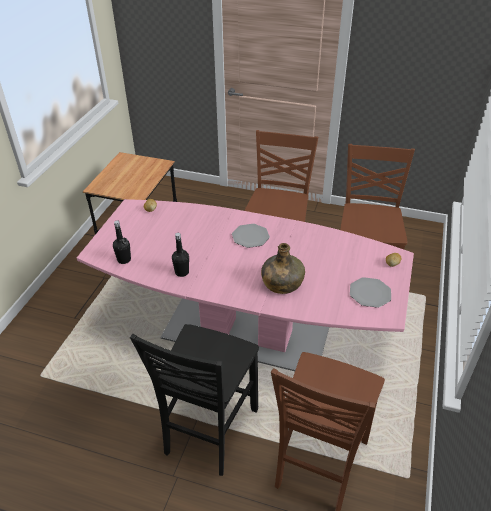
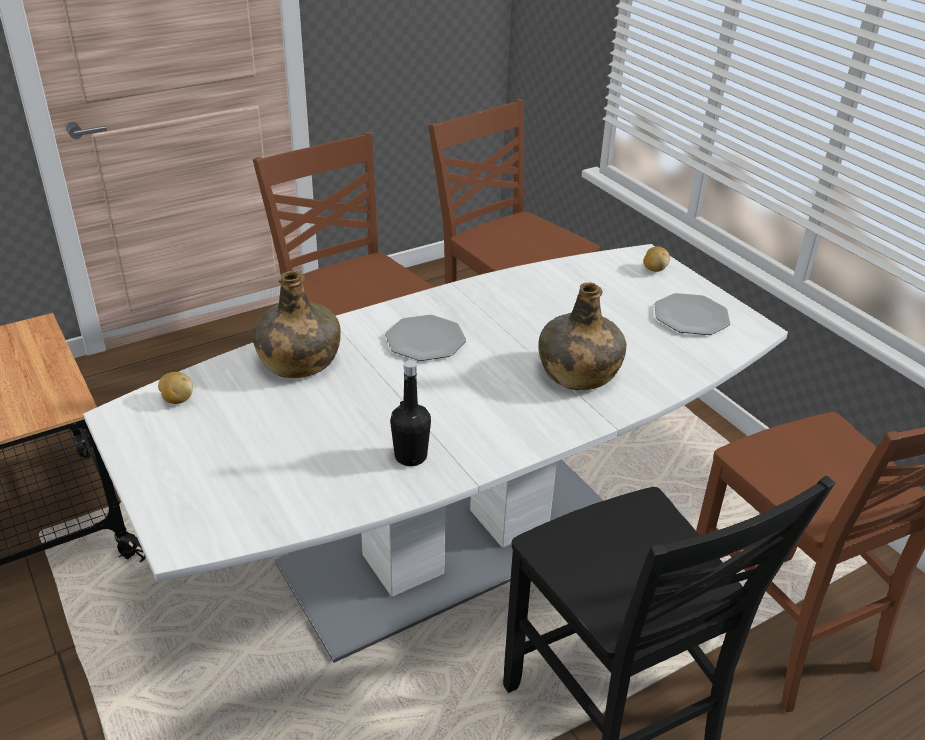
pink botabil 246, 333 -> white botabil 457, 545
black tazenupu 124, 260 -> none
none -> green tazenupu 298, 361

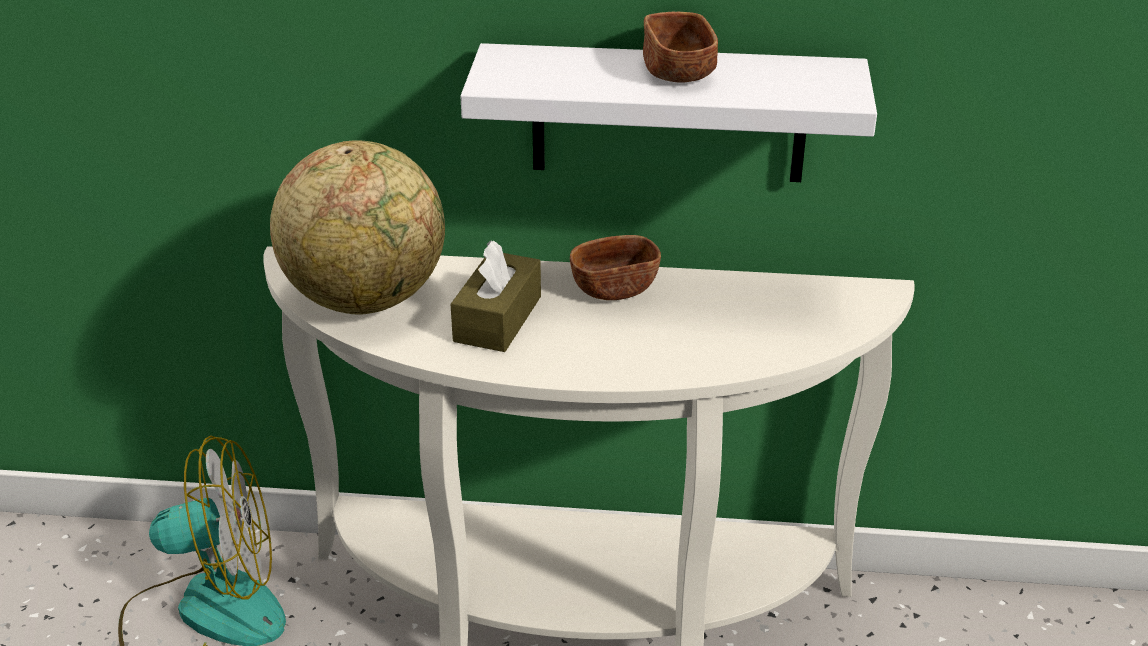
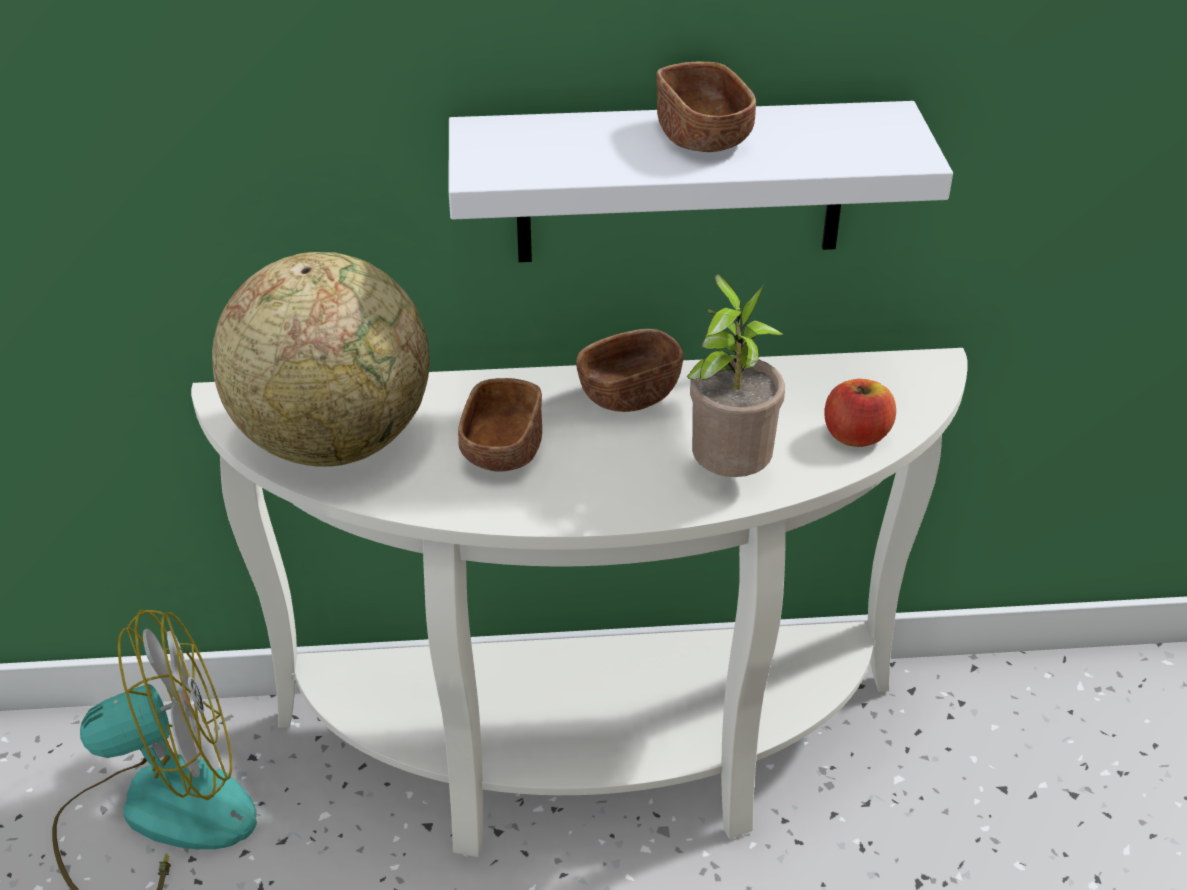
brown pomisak 497, 319 -> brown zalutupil 502, 450
none -> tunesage 728, 474
none -> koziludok 856, 435

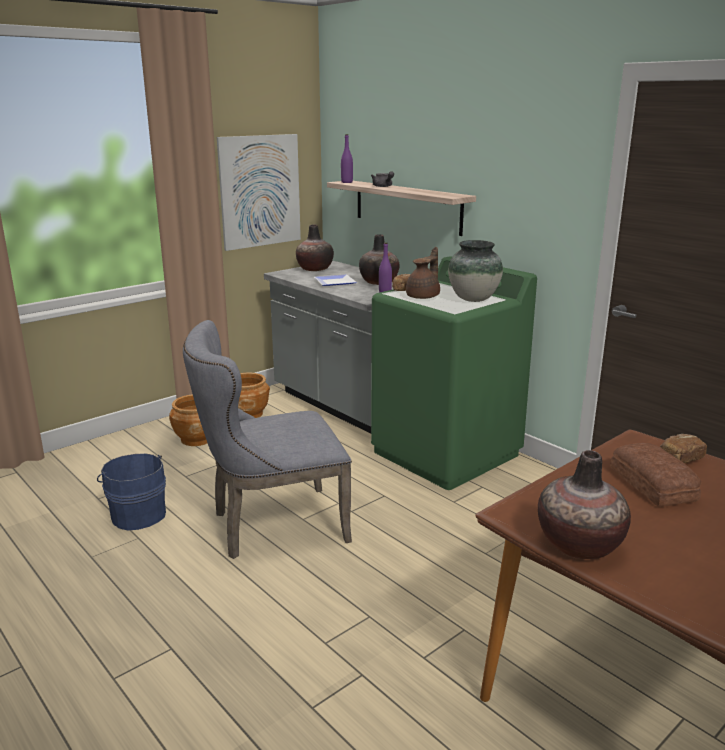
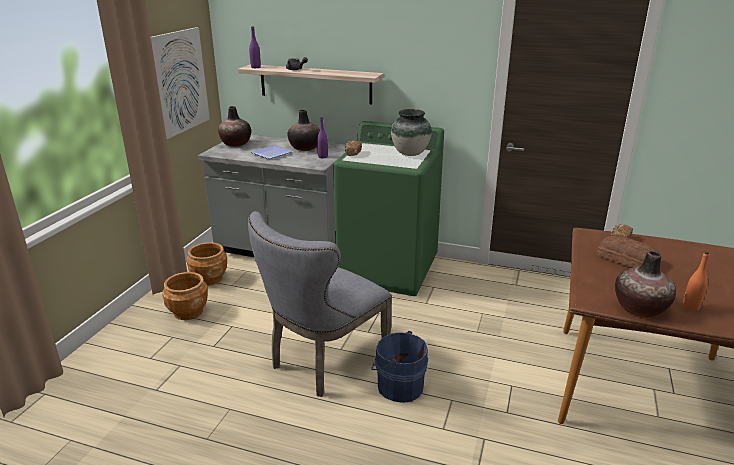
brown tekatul 424, 296 -> none
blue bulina 138, 514 -> blue bulina 398, 385, shifted
none -> orange tazenupu 690, 307

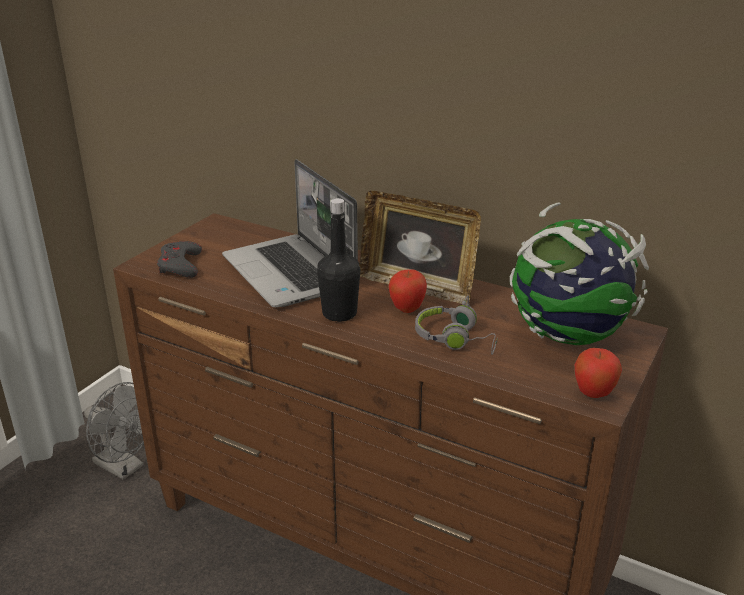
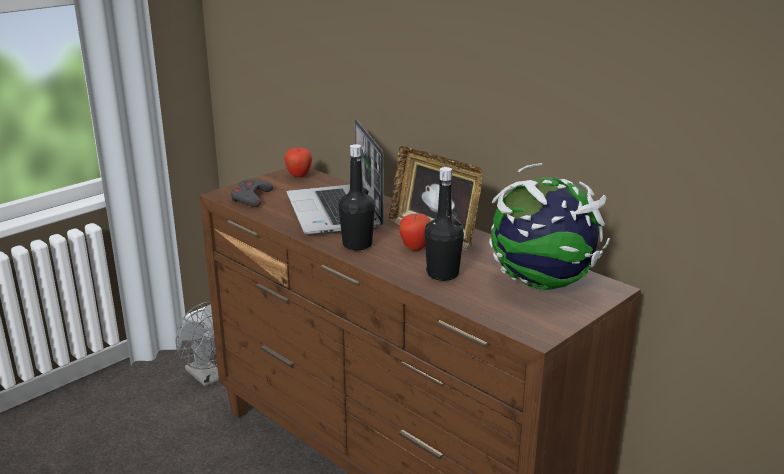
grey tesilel 456, 339 -> black tazenupu 442, 274
koziludok 593, 394 -> koziludok 299, 176, shifted

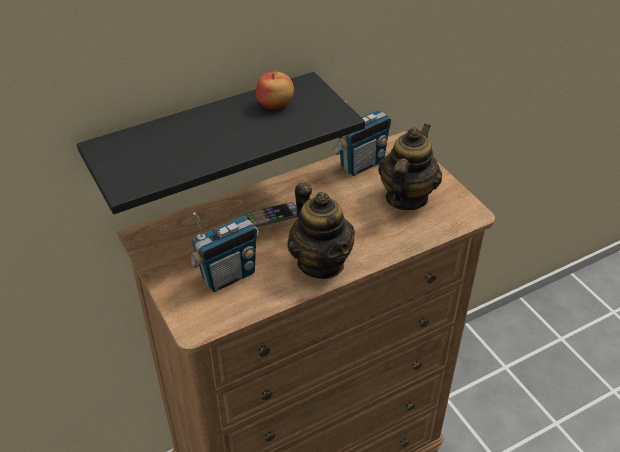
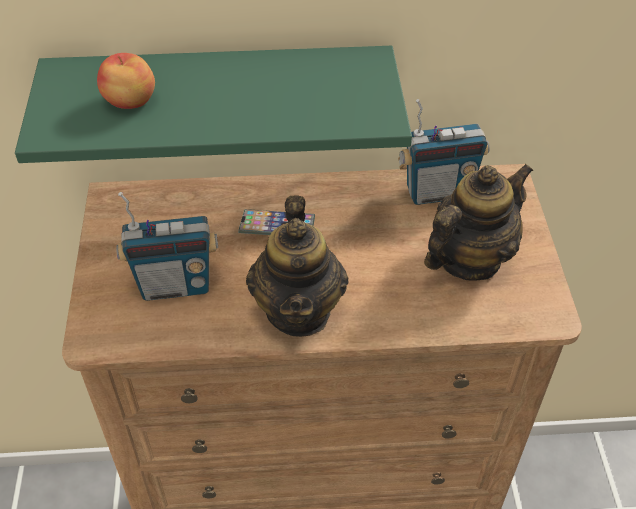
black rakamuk 206, 140 -> green rakamuk 222, 100
koziludok 275, 104 -> koziludok 130, 101, shifted

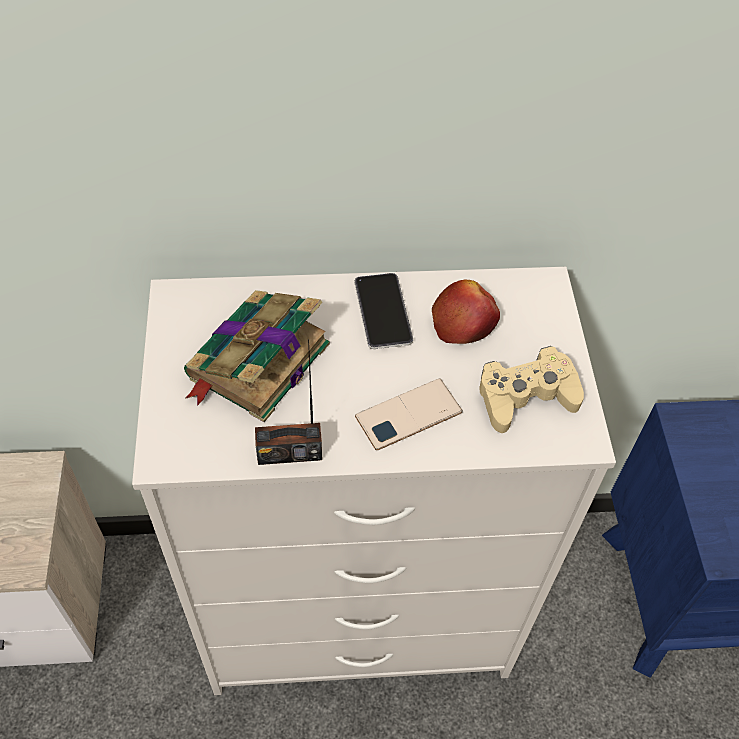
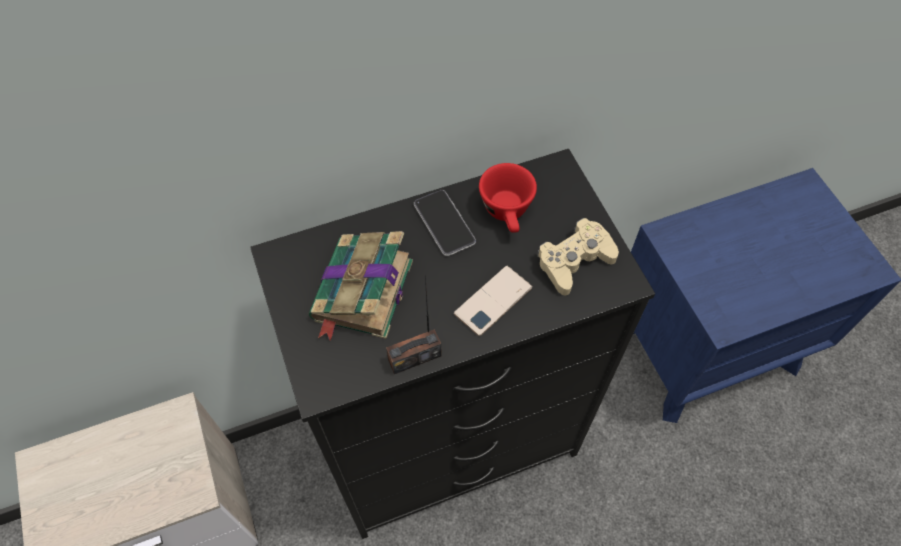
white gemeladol 360, 607 -> black gemeladol 451, 436
koziludok 463, 320 -> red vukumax 508, 213

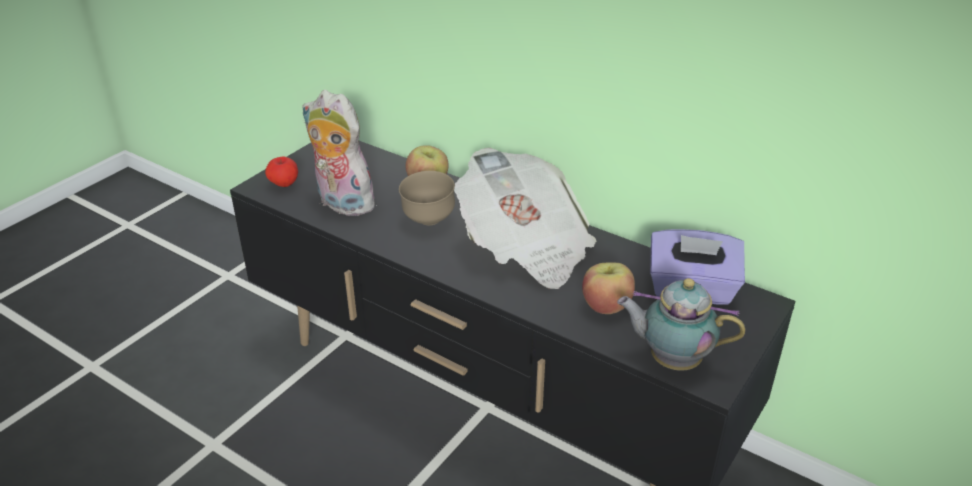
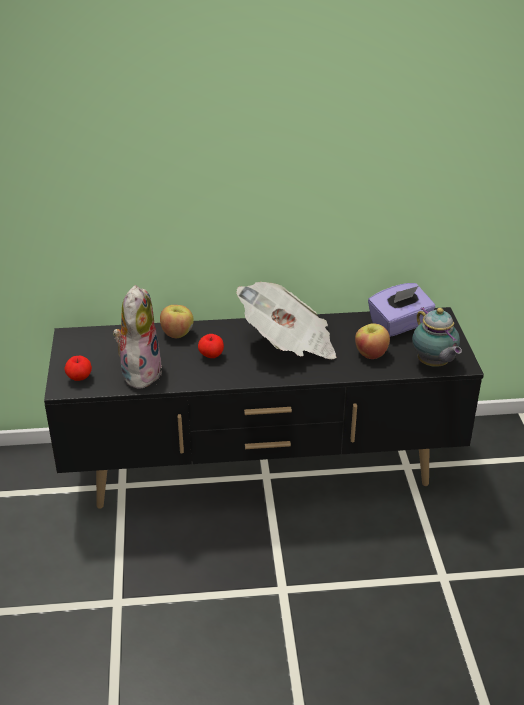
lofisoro 341, 204 -> lofisoro 139, 372, 105 degrees clockwise
brown zalutupil 428, 221 -> koziludok 211, 356
tekatul 671, 360 -> tekatul 433, 364, 90 degrees counterclockwise

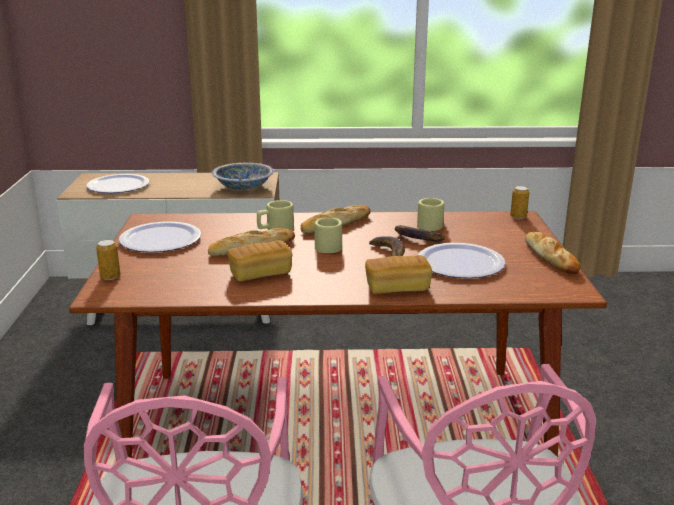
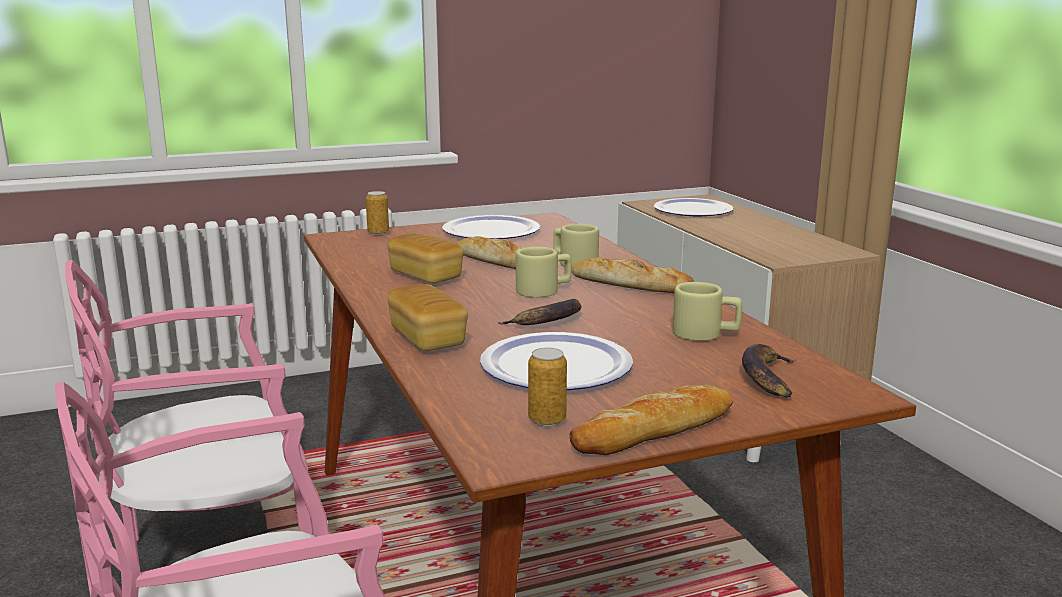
zalutupil 243, 187 -> none
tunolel 518, 217 -> tunolel 547, 420, shifted
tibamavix 416, 238 -> tibamavix 768, 378, shifted

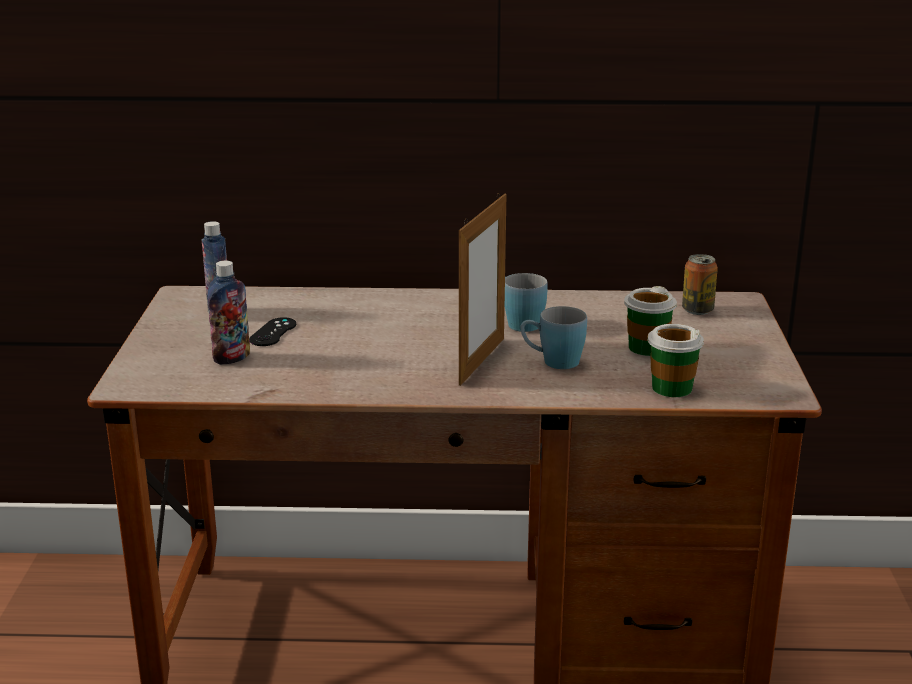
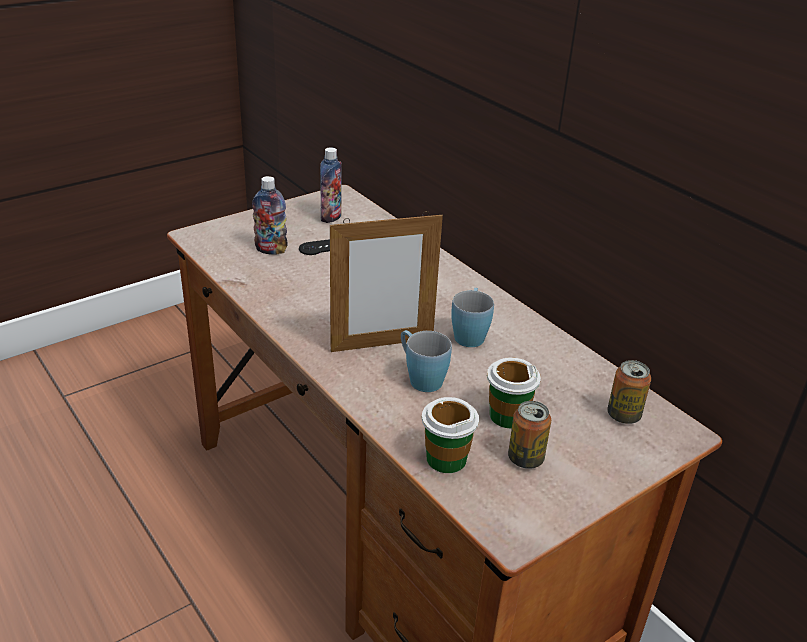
none -> tunolel 525, 458

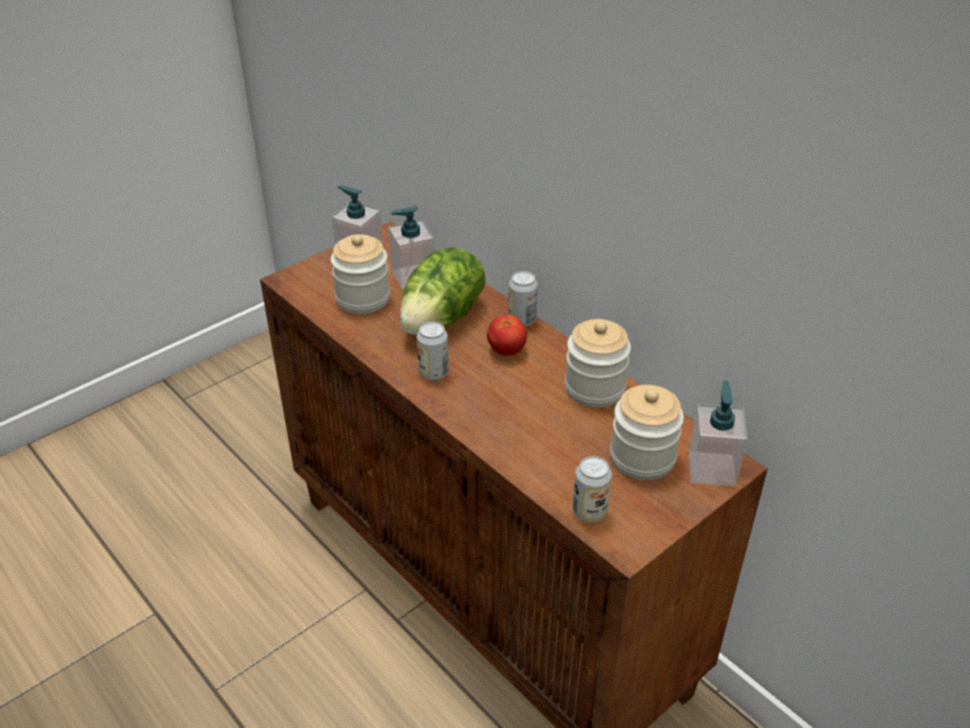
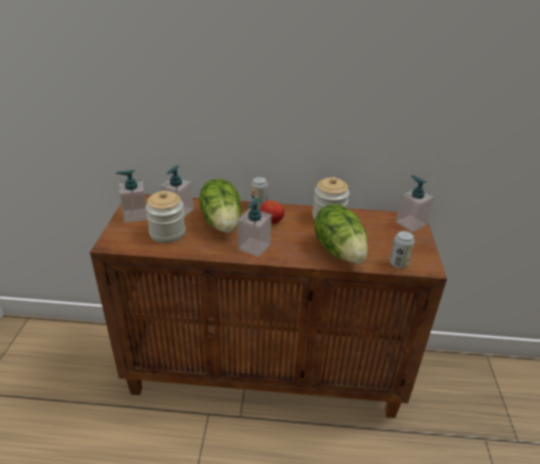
tunolel 433, 373 -> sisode 254, 247
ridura 642, 457 -> none
none -> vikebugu 339, 250

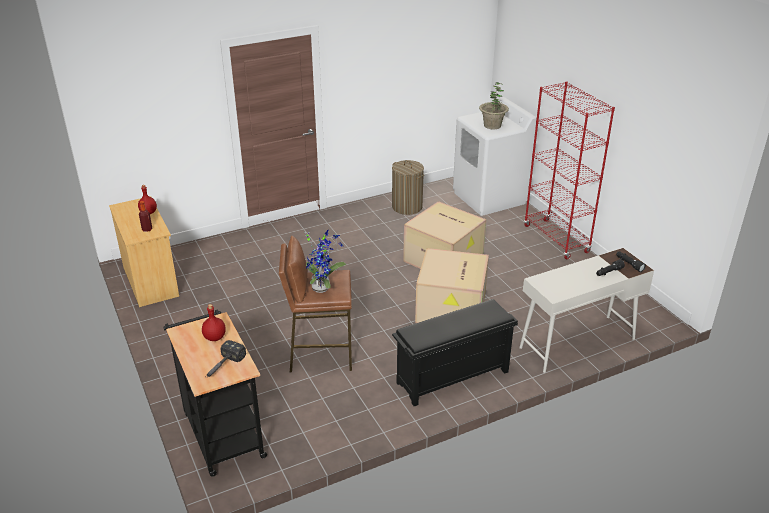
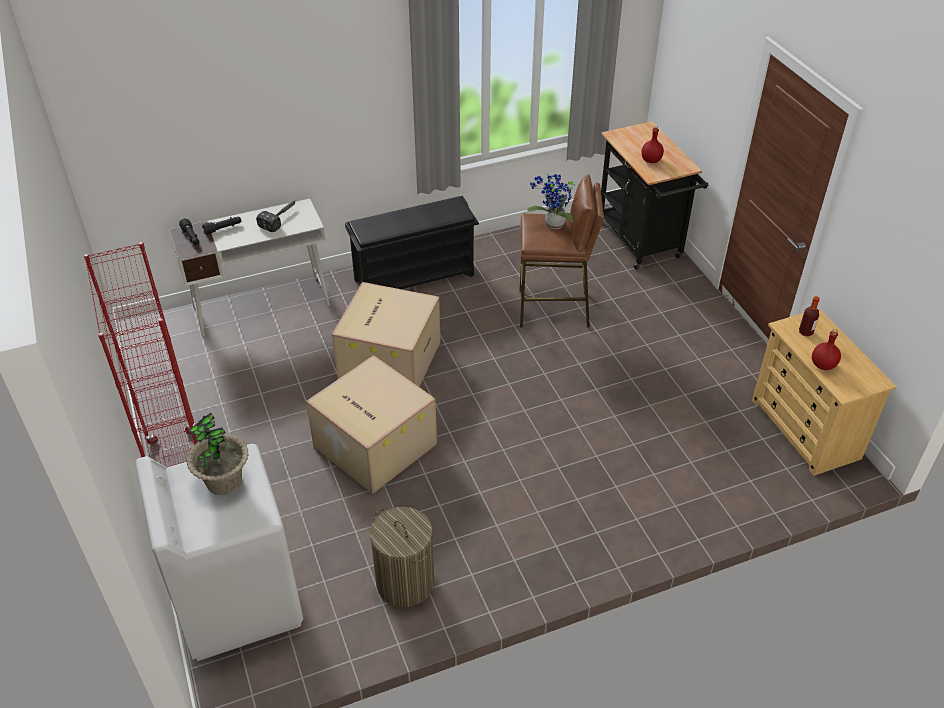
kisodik 222, 367 -> kisodik 281, 218, shifted

